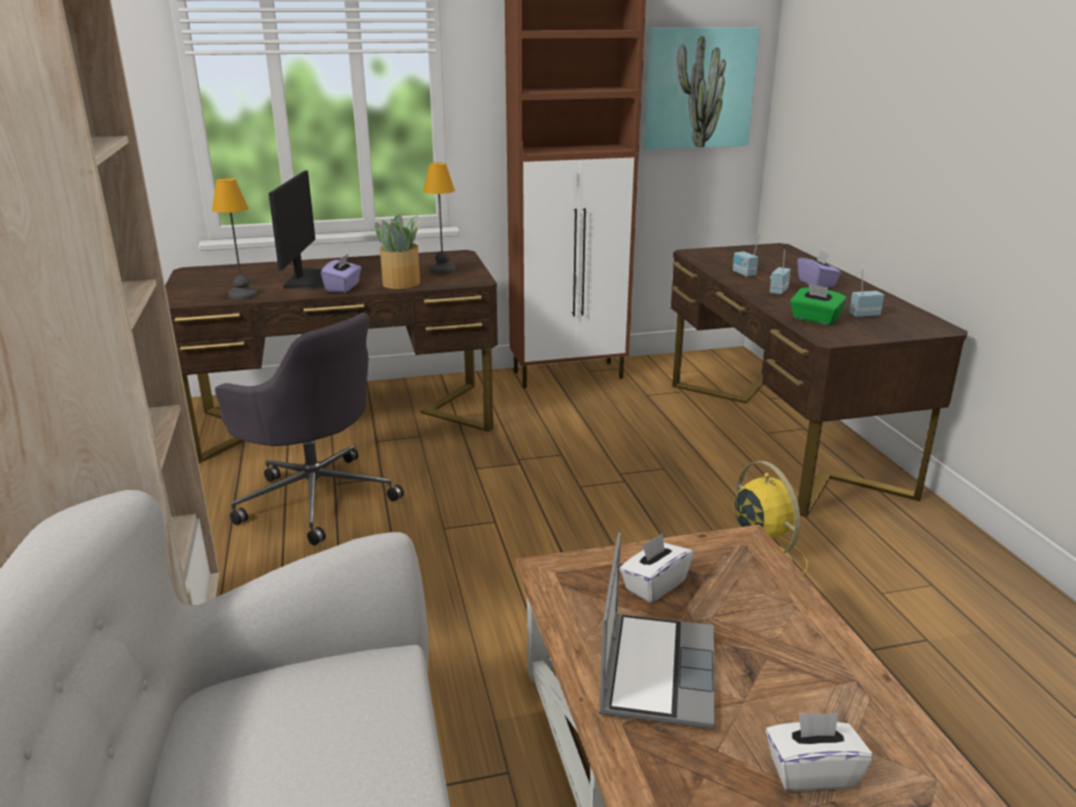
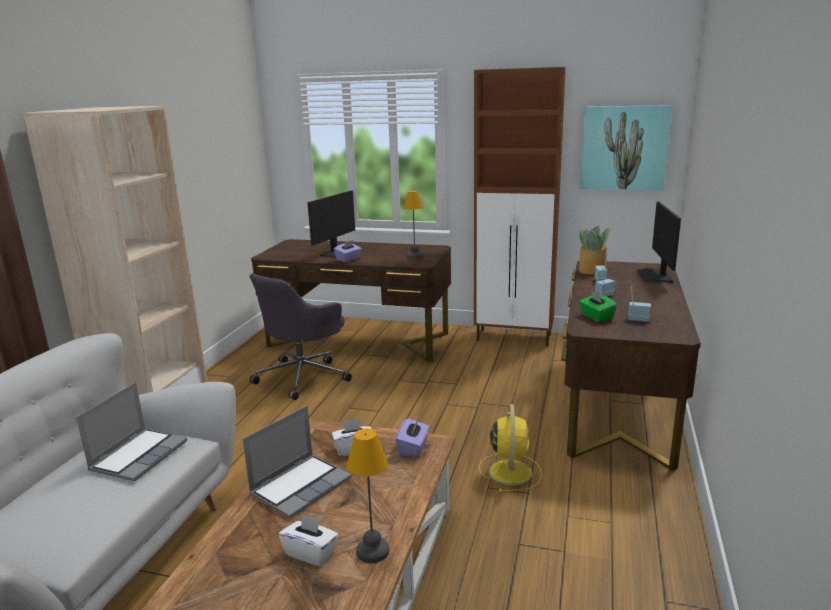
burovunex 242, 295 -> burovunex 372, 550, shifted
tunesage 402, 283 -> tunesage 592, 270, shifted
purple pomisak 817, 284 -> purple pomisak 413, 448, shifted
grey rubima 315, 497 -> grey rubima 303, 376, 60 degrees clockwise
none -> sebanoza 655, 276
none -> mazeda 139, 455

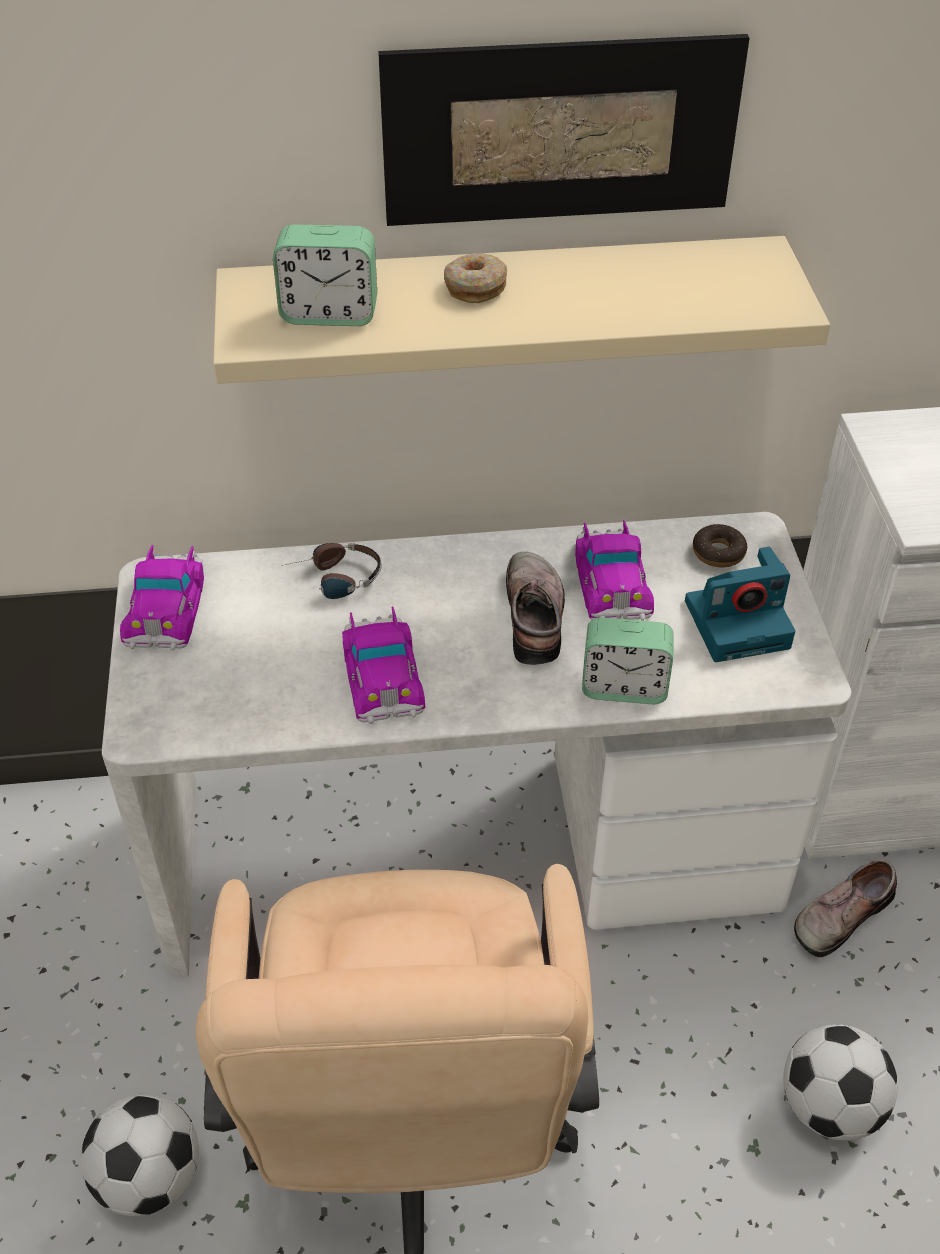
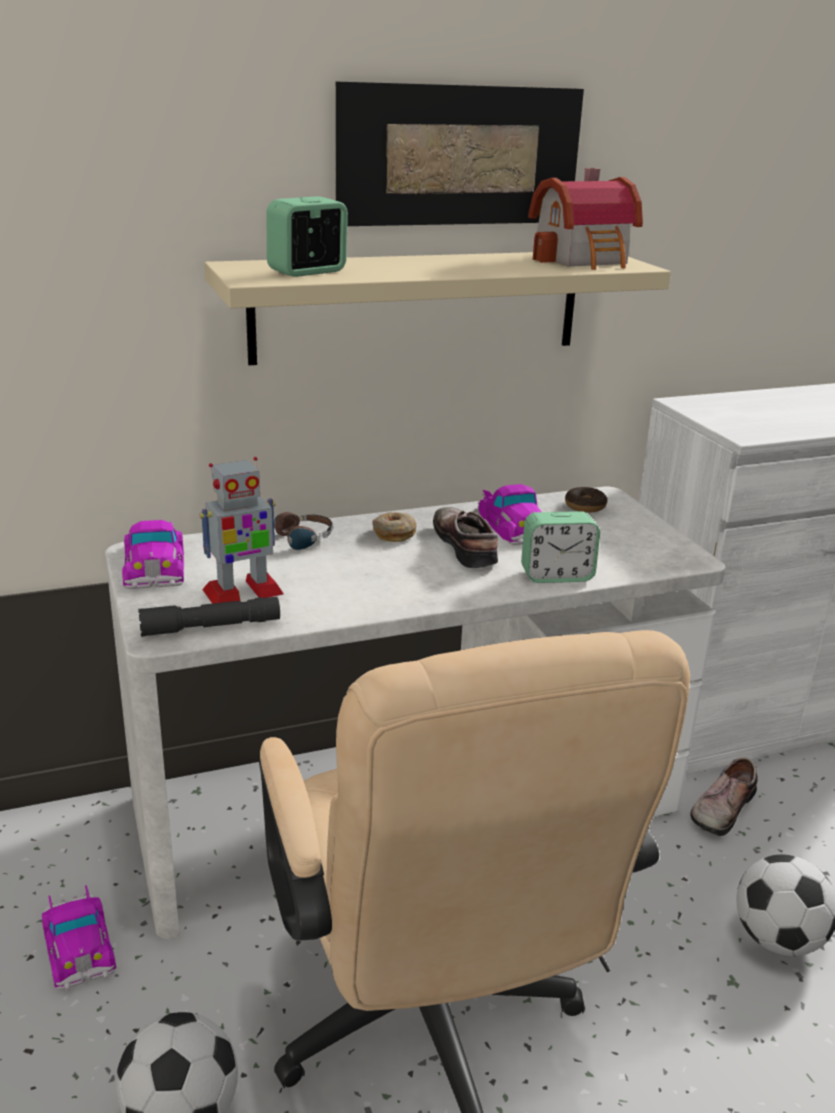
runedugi 329, 314 -> runedugi 308, 272, 150 degrees clockwise
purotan 475, 287 -> purotan 394, 533, shifted
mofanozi 739, 623 -> none
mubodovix 382, 672 -> mubodovix 78, 943, shifted
none -> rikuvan 585, 260
none -> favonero 242, 592
none -> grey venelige 211, 627

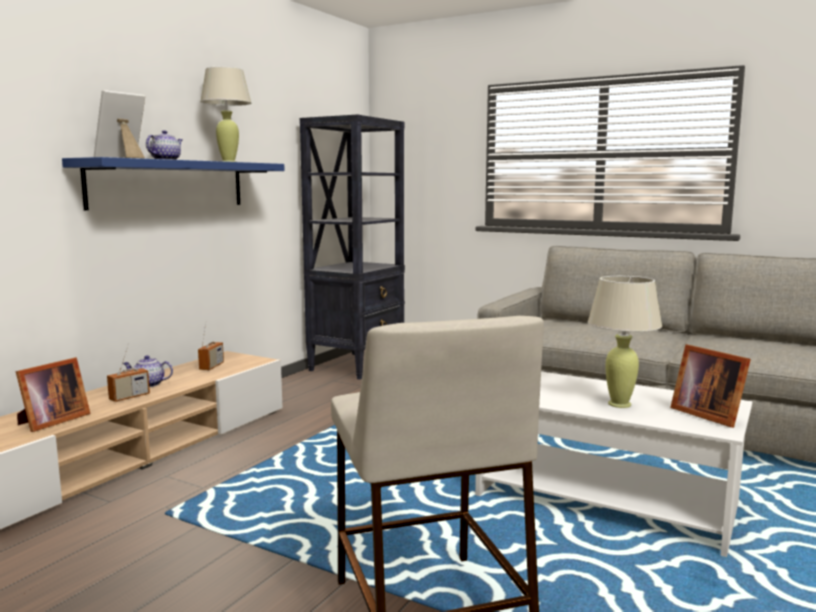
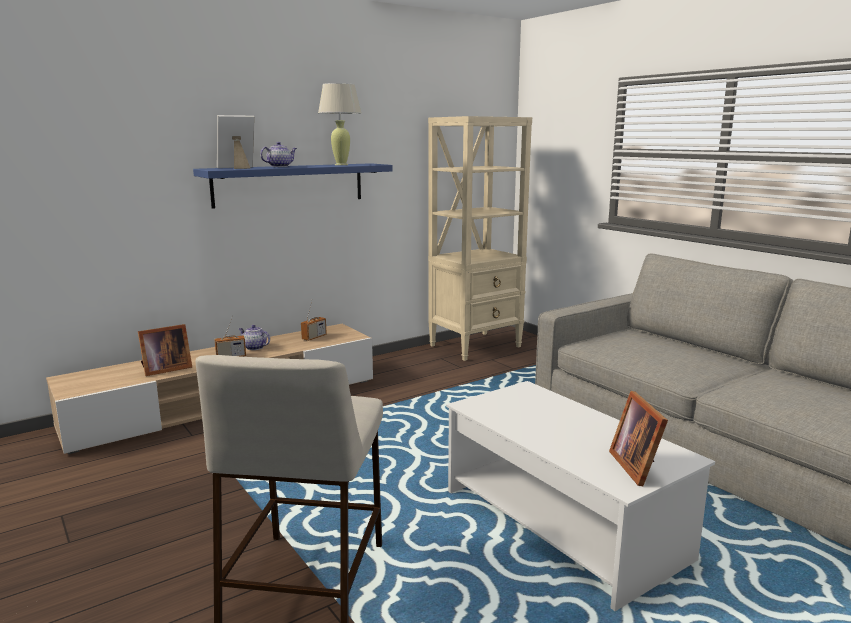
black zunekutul 357, 365 -> beige zunekutul 476, 346
beige burovunex 619, 404 -> none

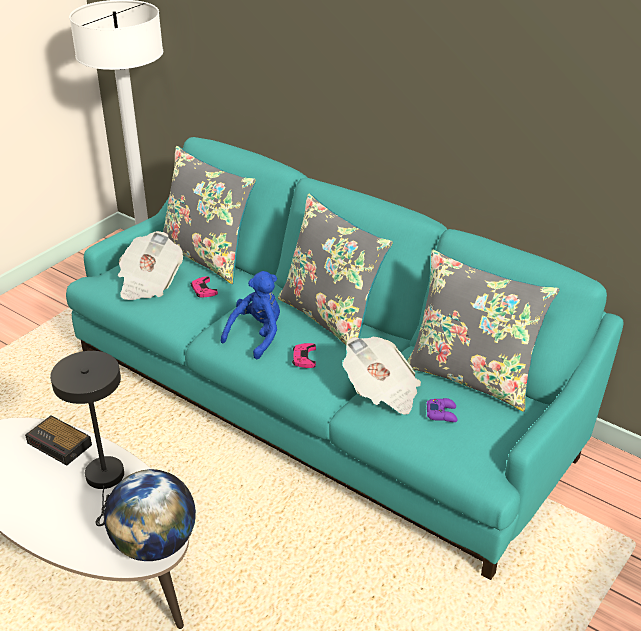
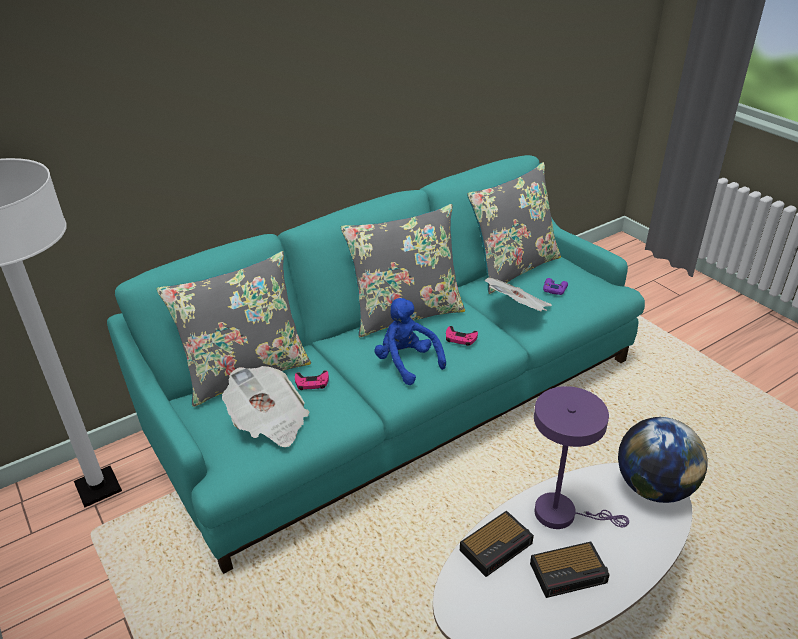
black burovunex 105, 480 -> purple burovunex 562, 513
none -> runedugi 569, 572

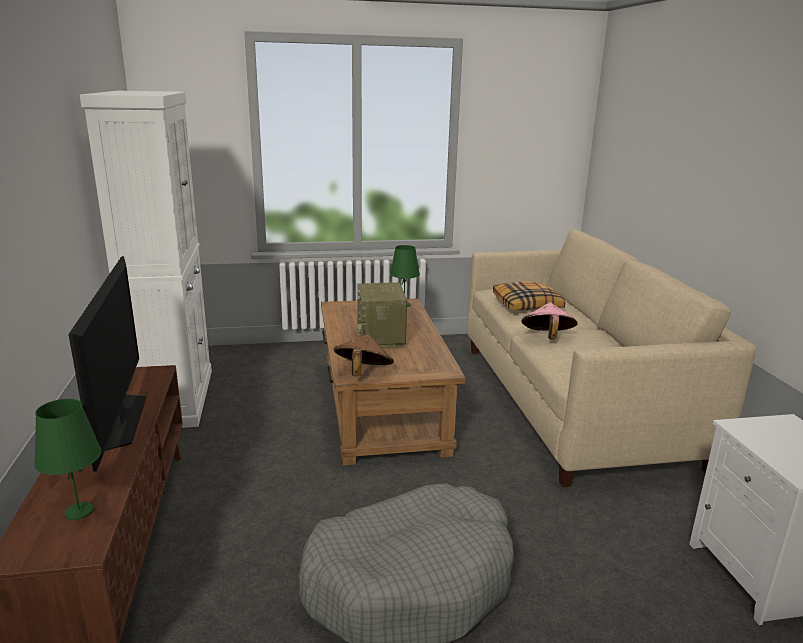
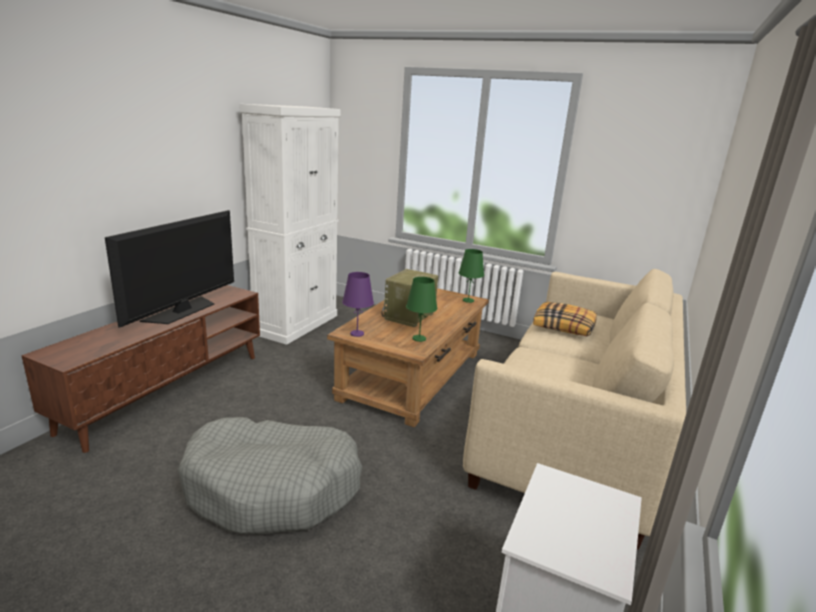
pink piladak 547, 338 -> none
brown piladak 363, 373 -> purple burovunex 357, 333
green burovunex 78, 512 -> green burovunex 419, 338, shifted

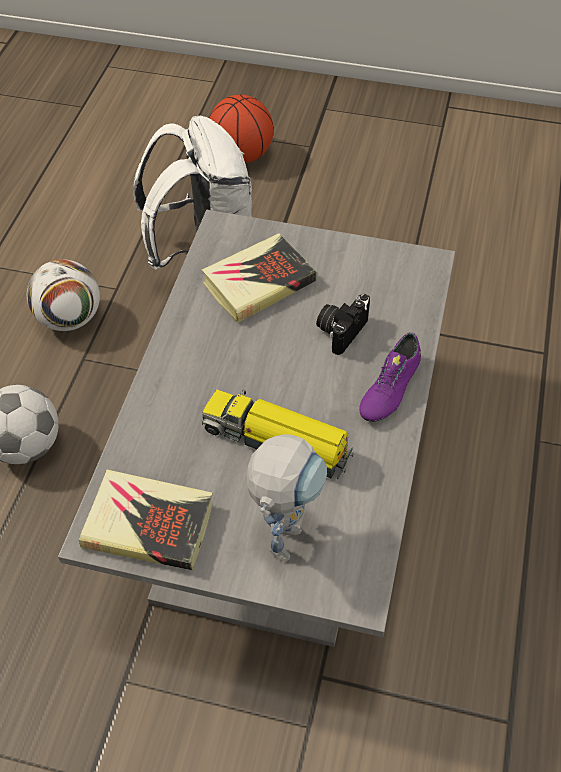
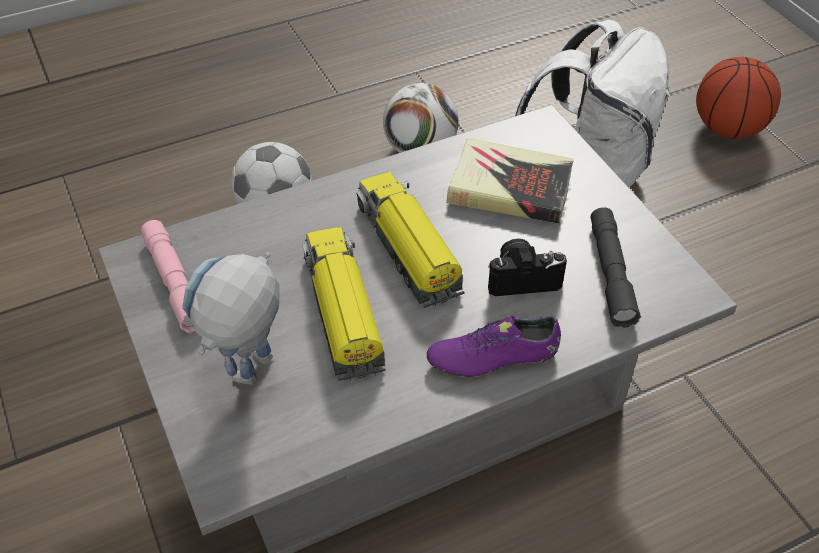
favonero 285, 530 -> favonero 250, 379, 135 degrees clockwise
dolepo 148, 524 -> pink venelige 175, 282
none -> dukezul 408, 249
none -> grey venelige 610, 273

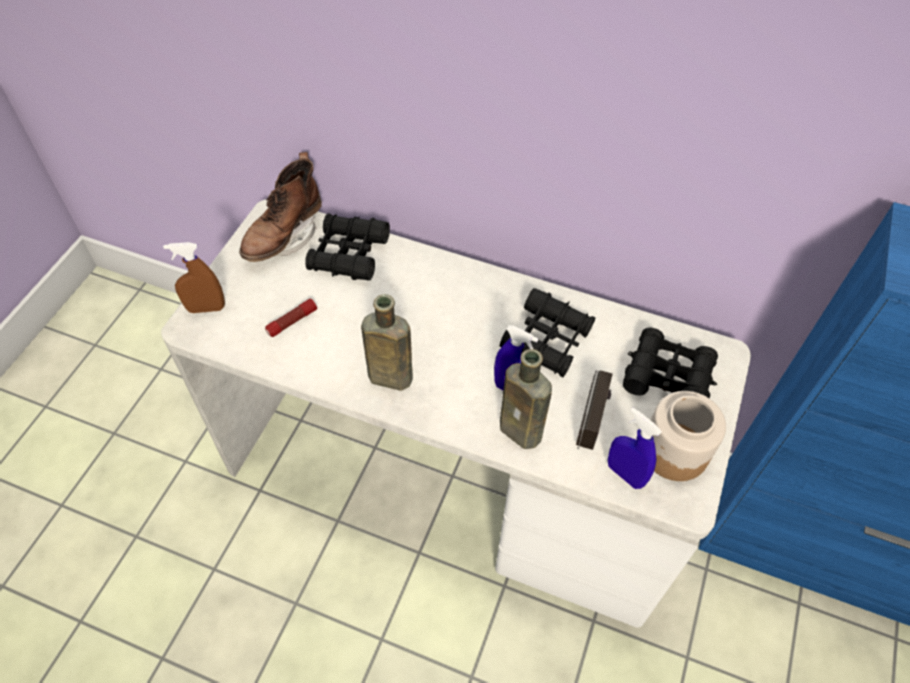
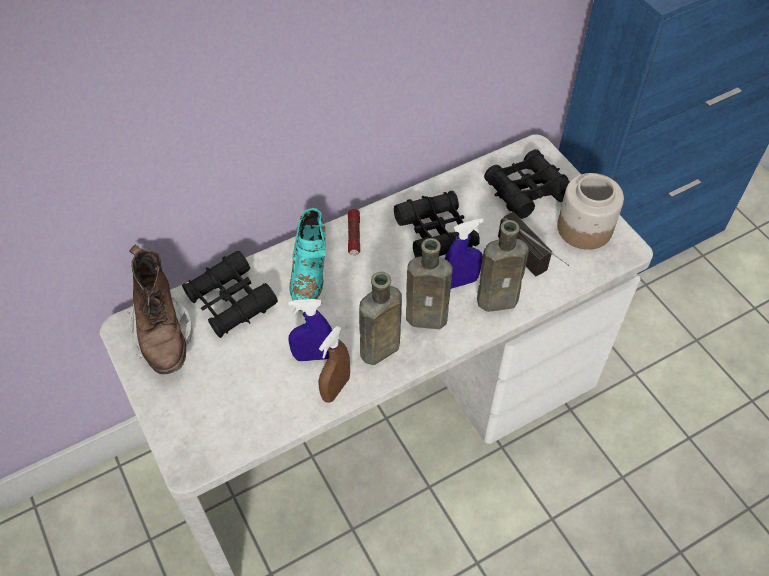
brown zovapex 206, 308 -> brown zovapex 335, 388, shifted
venelige 292, 322 -> venelige 354, 236, shifted
blue zovapex 625, 474 -> blue zovapex 313, 356, shifted
none -> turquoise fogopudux 310, 271
none -> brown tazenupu 429, 318

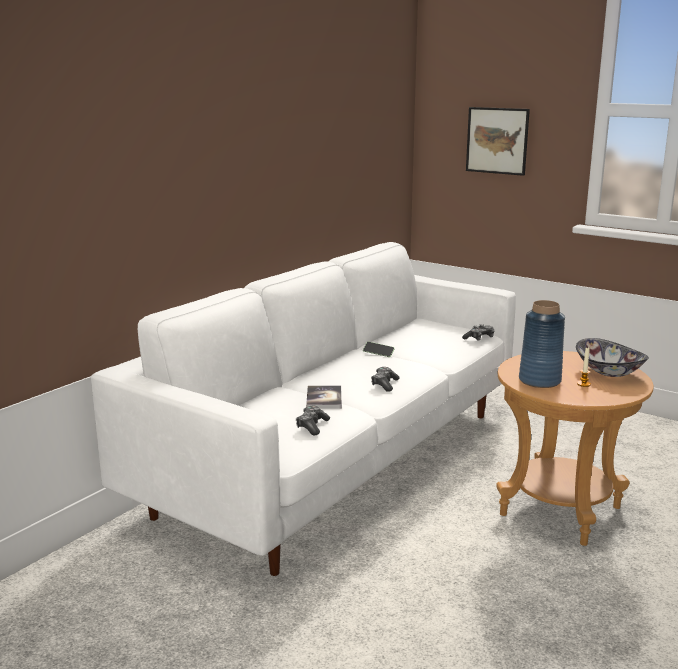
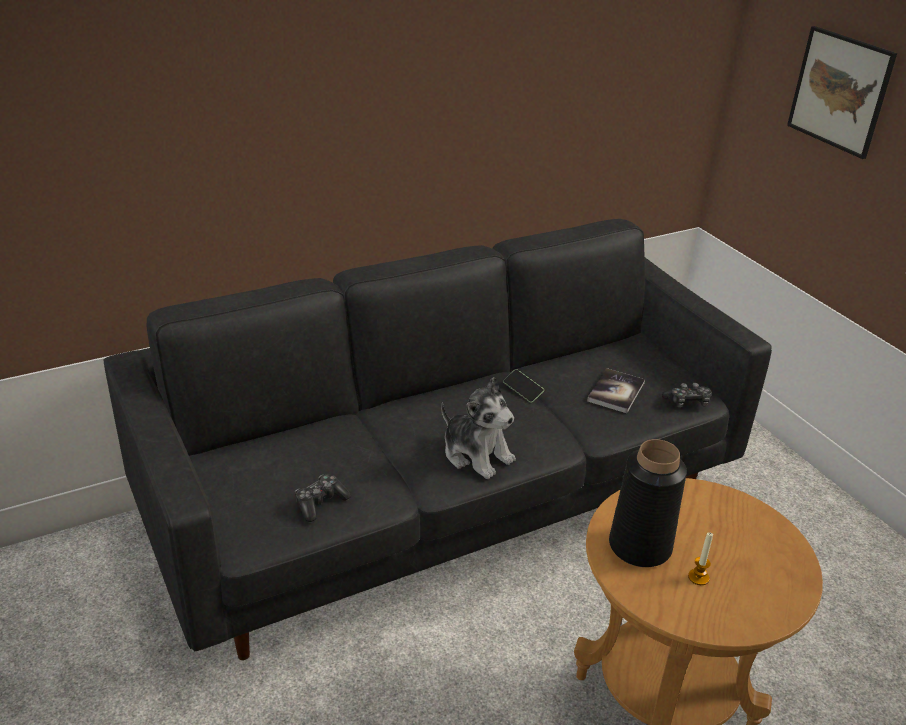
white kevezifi 339, 462 -> black kevezifi 446, 508
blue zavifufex 539, 380 -> black zavifufex 640, 546
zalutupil 609, 372 -> none
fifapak 384, 384 -> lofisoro 476, 454
dolepo 324, 398 -> dolepo 616, 392, shifted

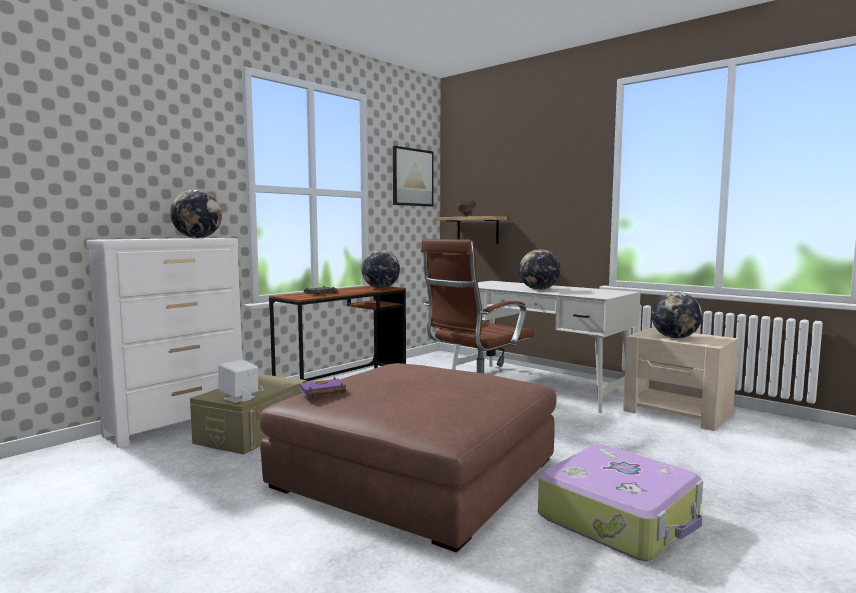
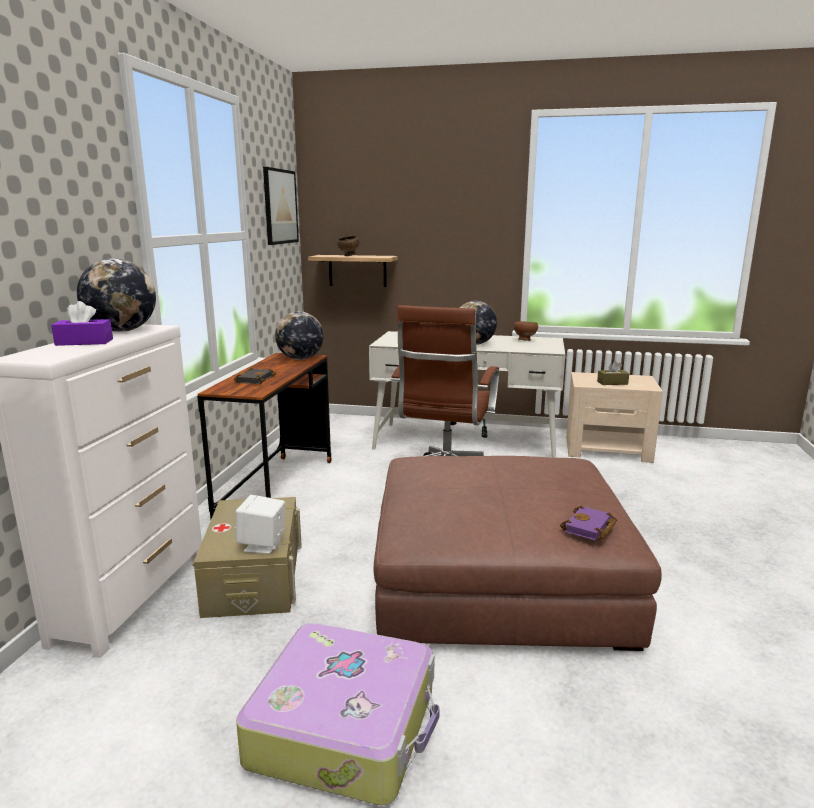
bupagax 674, 338 -> brown pomisak 612, 383
purple dolepo 322, 392 -> purple dolepo 590, 528, shifted
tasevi 620, 517 -> tasevi 346, 726, shifted
none -> purple pomisak 84, 342
none -> brown zalutupil 524, 341

